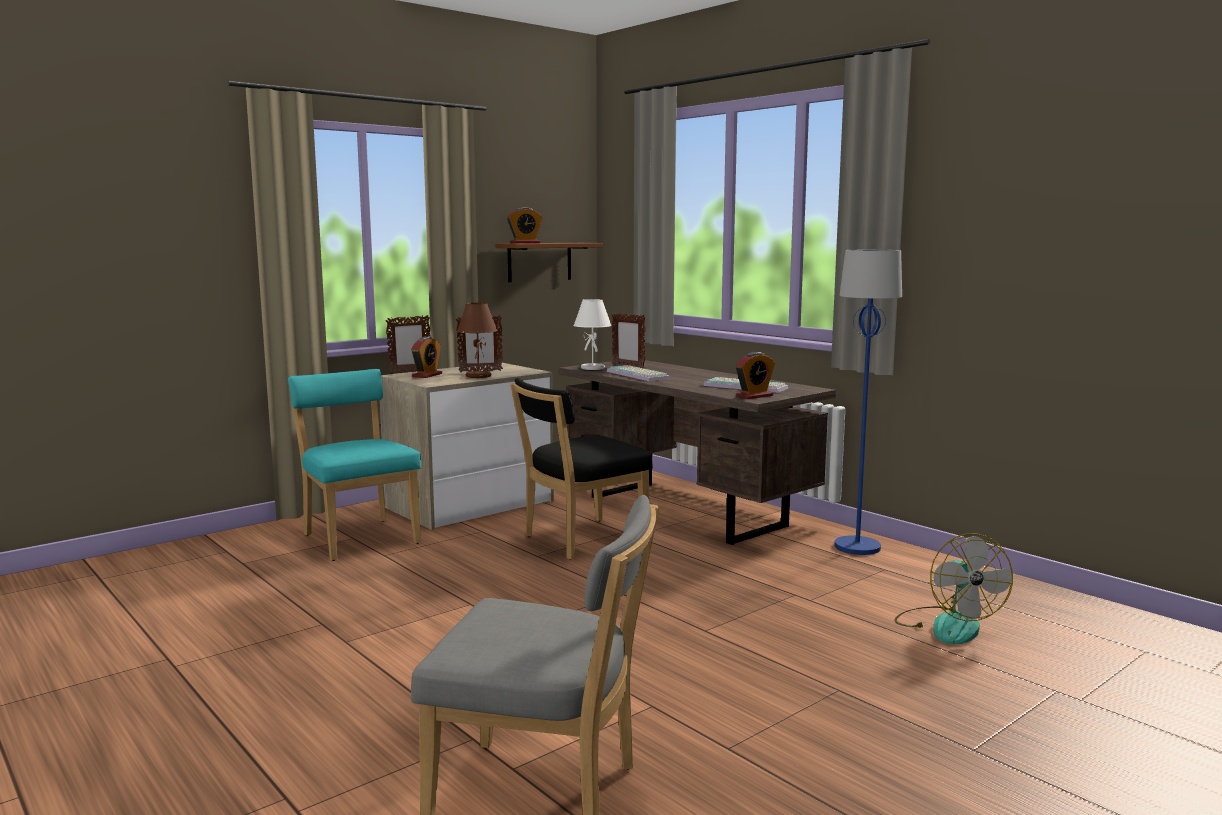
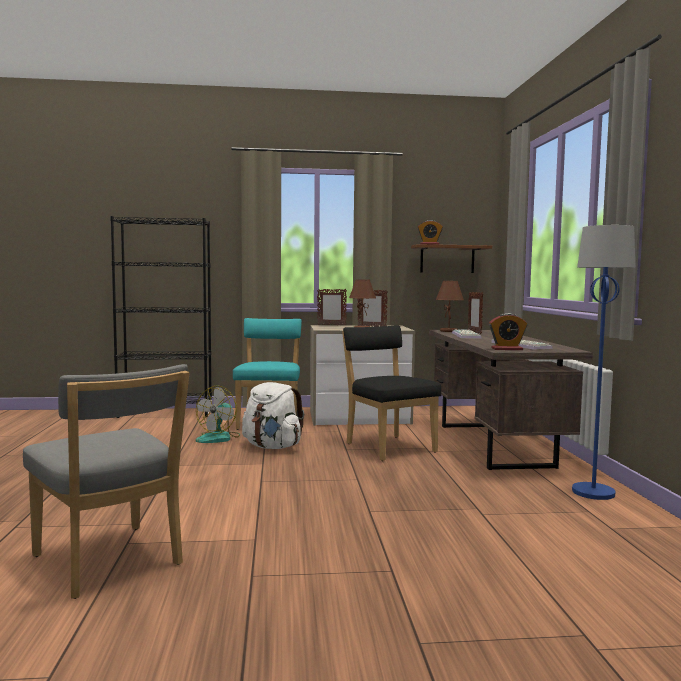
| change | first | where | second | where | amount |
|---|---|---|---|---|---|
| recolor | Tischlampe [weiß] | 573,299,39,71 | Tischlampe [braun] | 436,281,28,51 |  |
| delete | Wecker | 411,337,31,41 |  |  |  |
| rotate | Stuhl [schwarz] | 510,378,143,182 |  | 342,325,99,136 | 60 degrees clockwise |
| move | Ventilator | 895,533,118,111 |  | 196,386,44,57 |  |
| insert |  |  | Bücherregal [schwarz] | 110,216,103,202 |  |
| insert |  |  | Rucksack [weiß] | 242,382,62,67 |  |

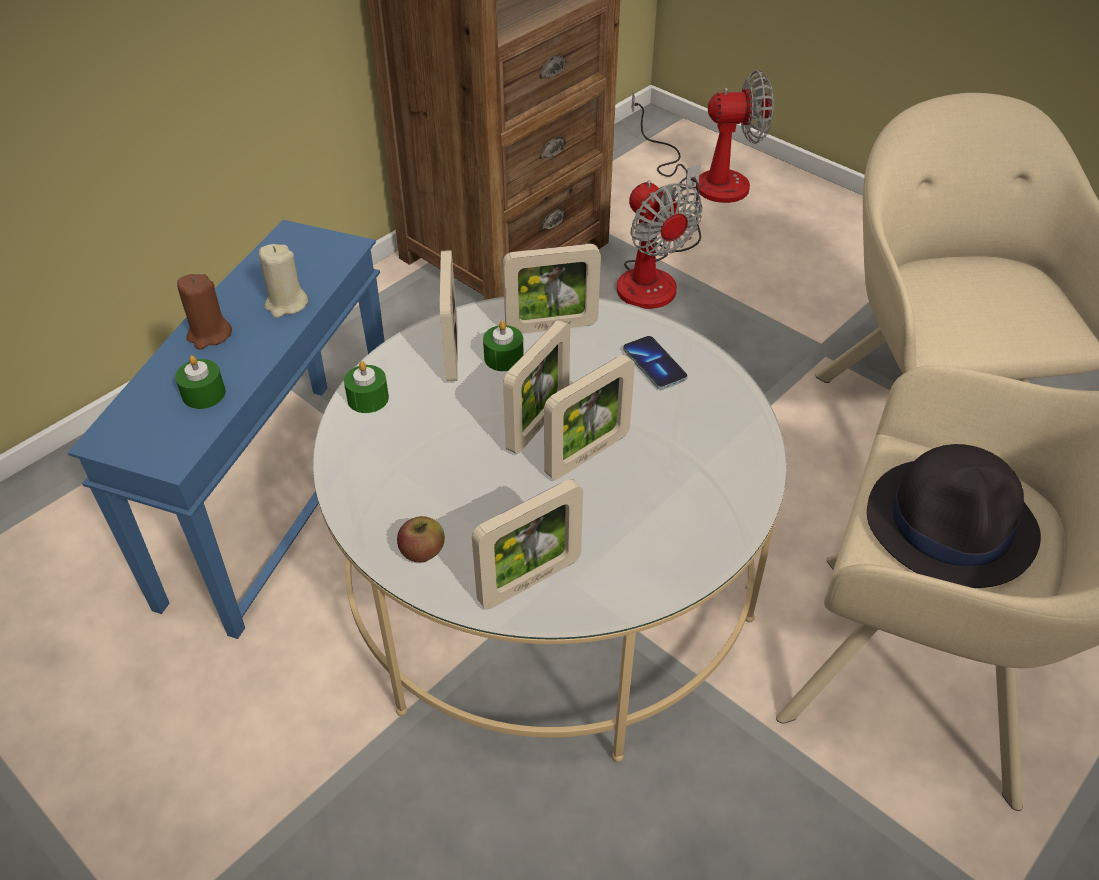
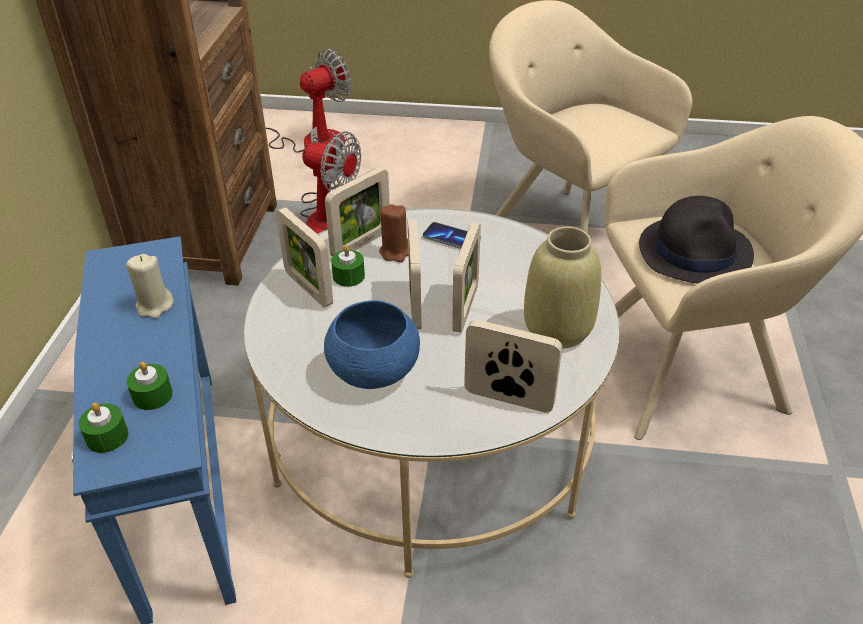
| change | first | where | second | where | amount |
|---|---|---|---|---|---|
| move | Kerze [braun] | 177,274,55,75 |  | 379,204,29,58 |  |
| move | Kerze [grün] | 344,361,45,52 |  | 79,403,49,50 |  |
| rotate | Bilderrahmen | 472,479,111,130 |  | 464,320,98,93 | 90 degrees counterclockwise |
| delete | Apfel | 397,516,48,47 |  |  |  |
| insert |  |  | Vase [beige] | 524,227,77,122 |  |
| insert |  |  | Schüssel [blau] | 324,300,96,89 |  |

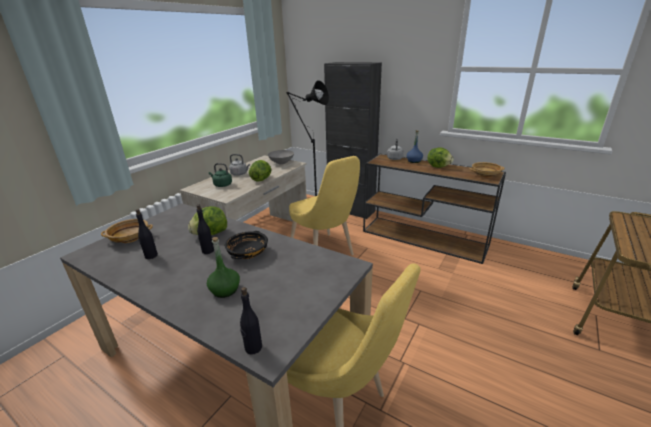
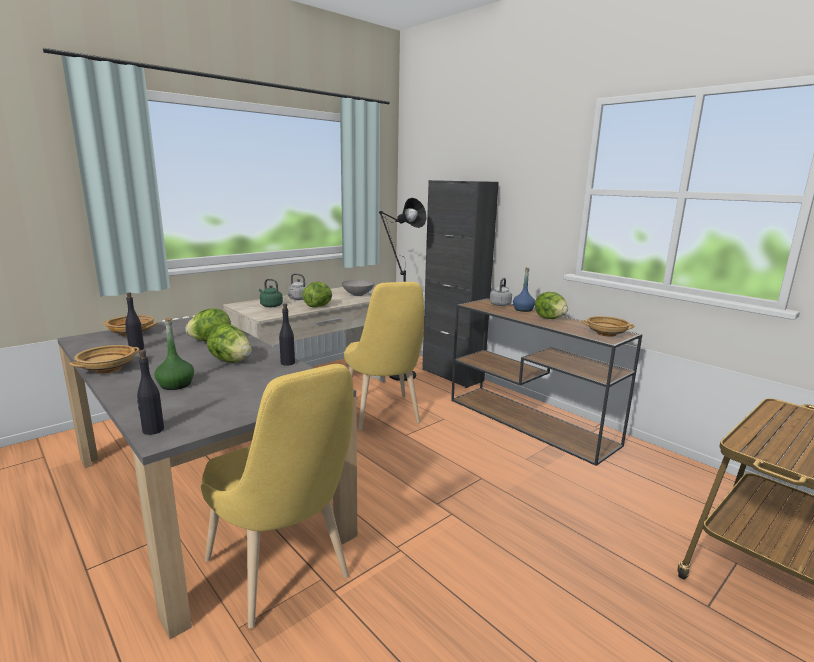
| change | first | where | second | where | amount |
|---|---|---|---|---|---|
| move | Flasche [schwarz] | 197,205,17,49 |  | 279,303,16,63 |  |
| replace | Schüssel [schwarz] | 225,231,43,28 | Salatkopf | 207,324,45,39 |  |
| insert |  |  | Schüssel [beige] | 69,345,70,29 |  |

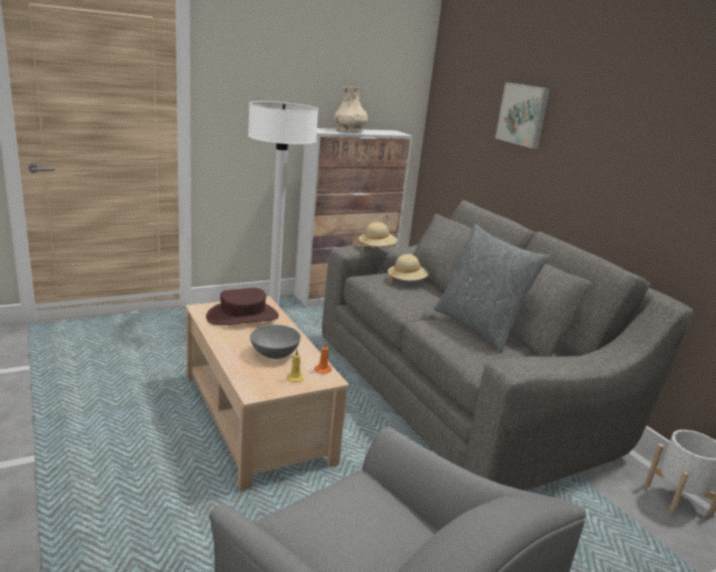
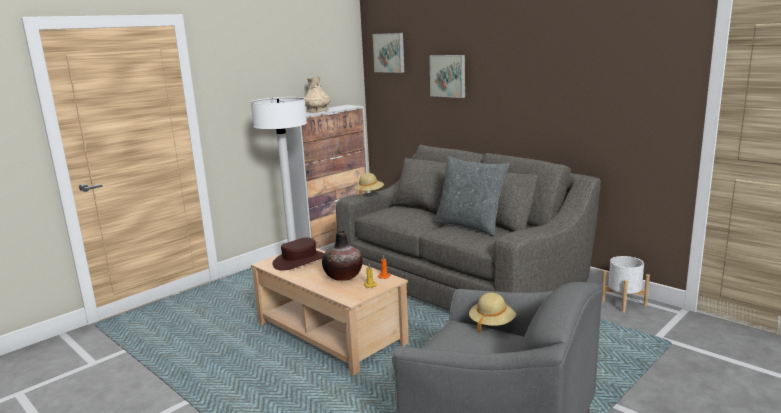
| change | first | where | second | where | amount |
|---|---|---|---|---|---|
| move | Hut [beige] | 388,254,41,29 |  | 469,293,47,40 |  |
| replace | Schüssel [grau] | 250,325,51,34 | Vase | 322,231,41,50 |  |
| insert |  |  | Bild | 372,33,32,40 |  |

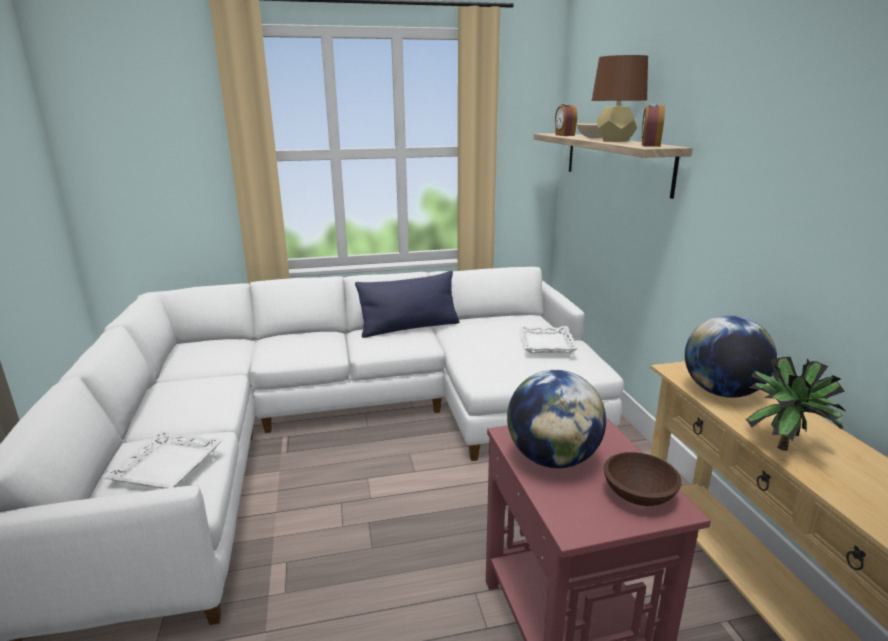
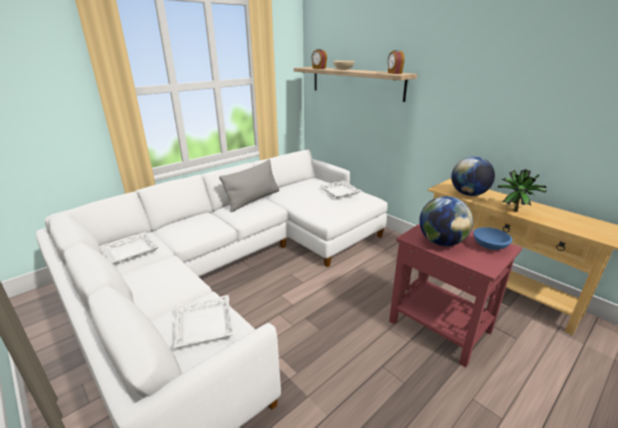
| change | first | where | second | where | amount |
|---|---|---|---|---|---|
| delete | Tischlampe [braun] | 592,55,56,87 |  |  |  |
| recolor | Kissen [blau] | 355,271,105,67 | Kissen [grau] | 219,159,61,53 |  |
| recolor | Schüssel [braun] | 604,452,78,54 | Schüssel [blau] | 473,227,39,23 |  |
| insert |  |  | Tablett [weiß] | 101,232,58,32 |  |

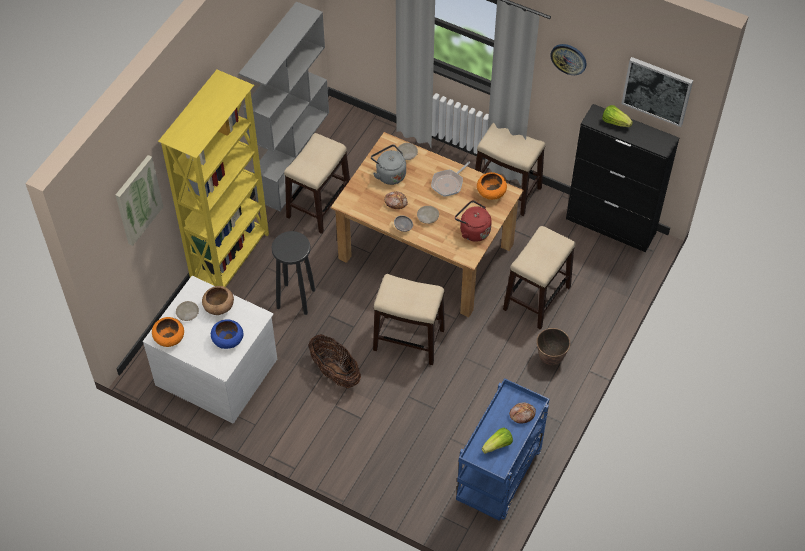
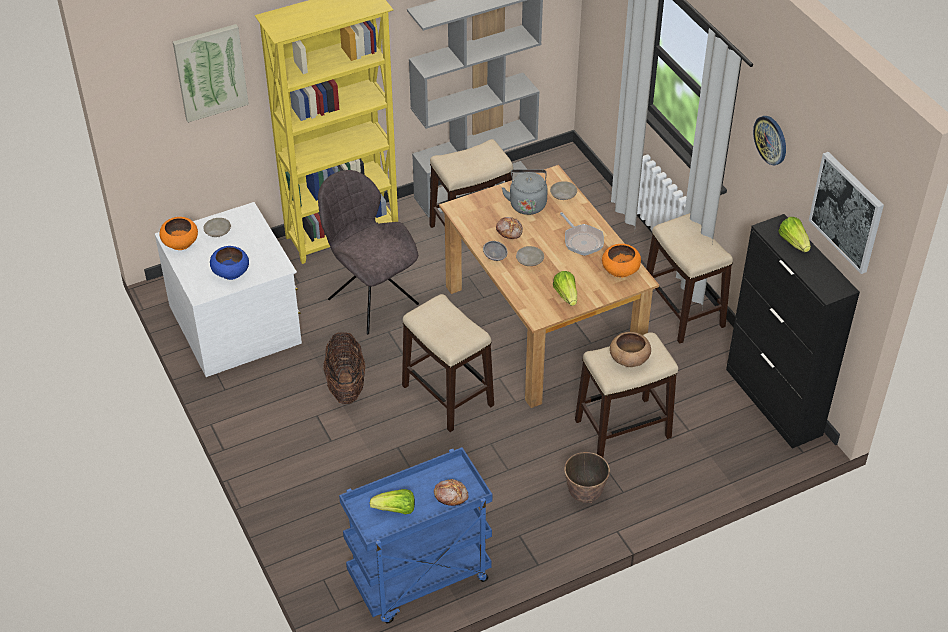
| change | first | where | second | where | amount |
|---|---|---|---|---|---|
| rotate | Pfanne | 431,162,39,35 |  | 560,212,44,44 | 105 degrees counterclockwise |
| replace | Wasserkessel [rot] | 455,200,37,42 | Salatkopf | 553,271,24,35 |  |
| replace | Hocker [schwarz] | 272,231,43,84 | Stuhl [grau] | 318,170,101,165 |  |
| move | Schüssel [braun] | 202,286,32,29 |  | 610,332,41,35 |  |

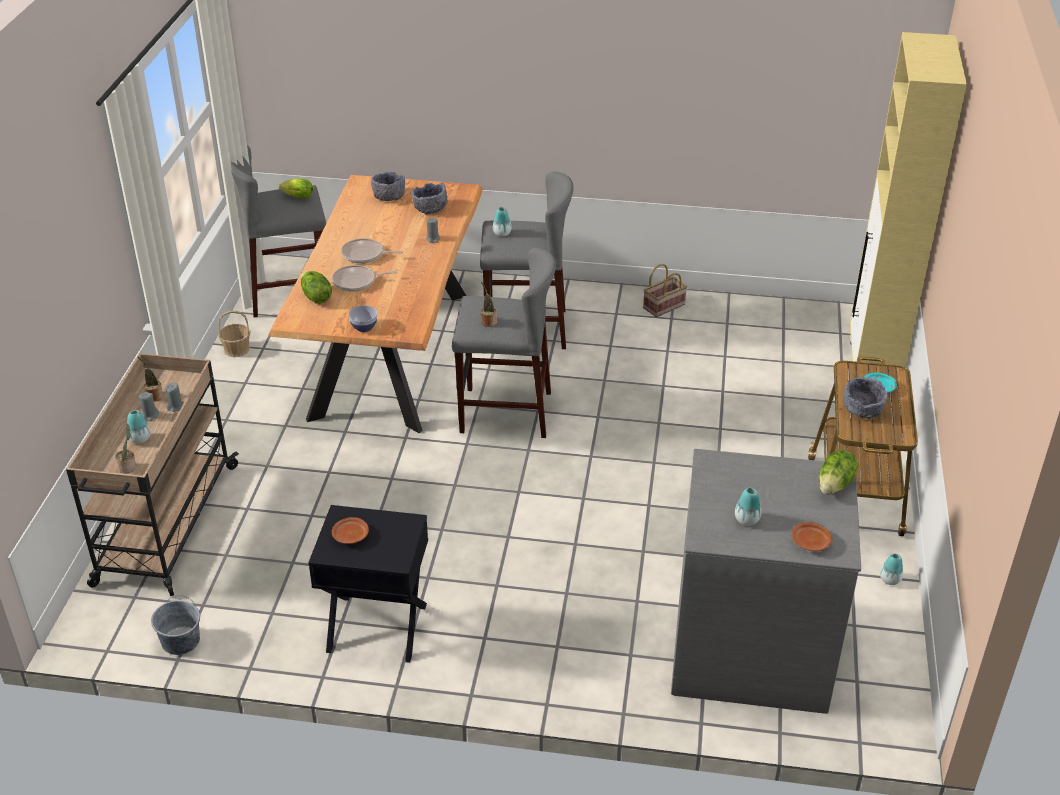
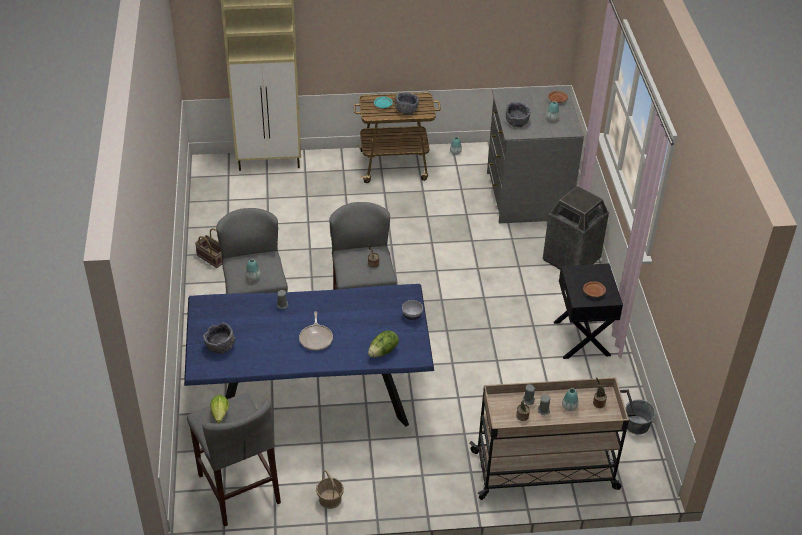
| change | first | where | second | where | amount |
|---|---|---|---|---|---|
| recolor | Esstisch [braun] | 268,175,215,258 | Esstisch [blau] | 184,284,250,143 |  |
| move | Schüssel [grau] | 412,183,36,32 |  | 506,102,24,25 |  |
| delete | Pfanne | 332,265,65,27 |  |  |  |
| delete | Salatkopf | 819,450,40,44 |  |  |  |
| insert |  |  | Mülleimer | 543,186,66,84 |  |

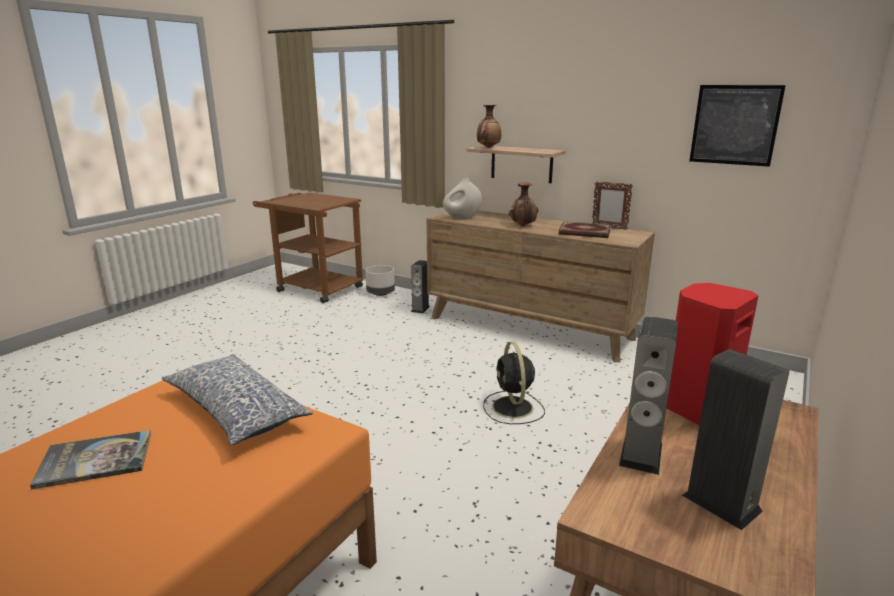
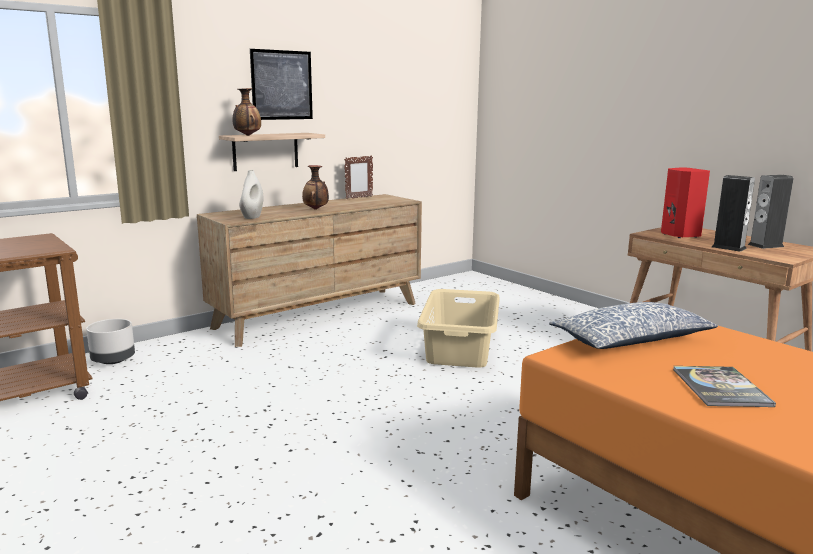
| change | first | where | second | where | amount |
|---|---|---|---|---|---|
| move | Bild | 689,85,97,82 |  | 250,49,63,71 |  |
| delete | Buch | 559,221,52,17 |  |  |  |
| delete | Lautsprecher | 411,260,19,53 |  |  |  |
| replace | Ventilator [schwarz] | 483,342,62,82 | Wäschekorb [beige] | 417,289,83,79 |  |

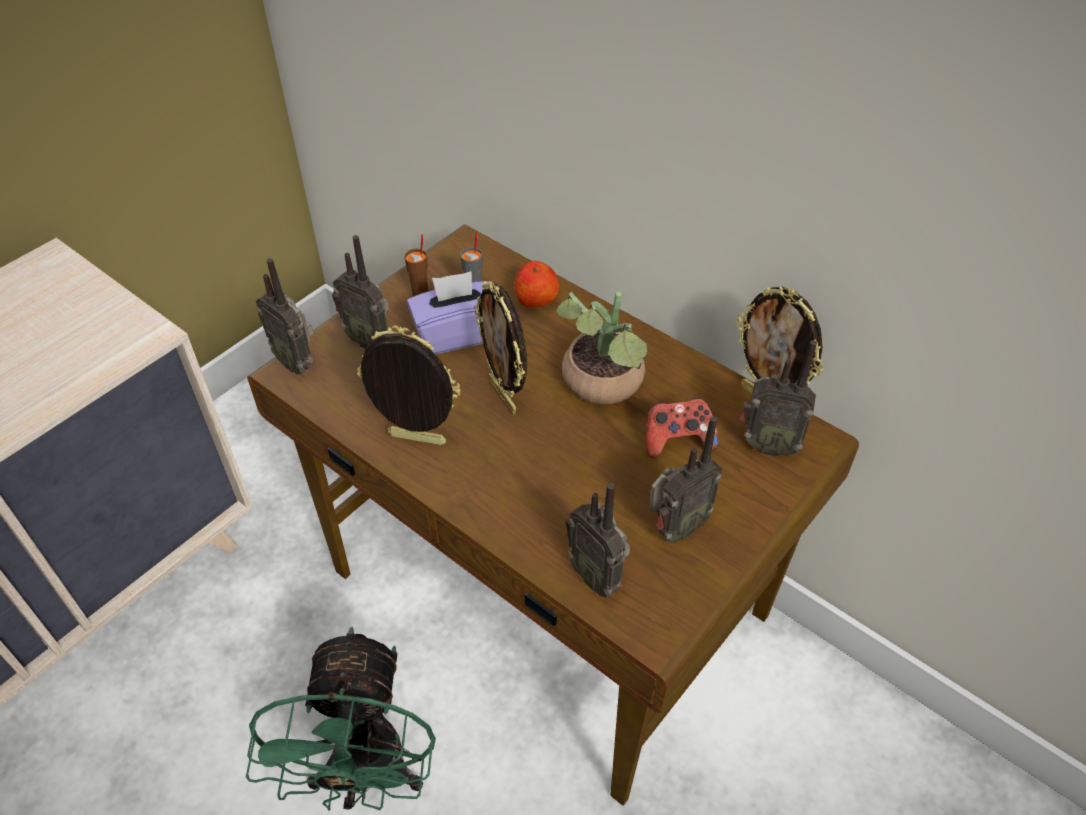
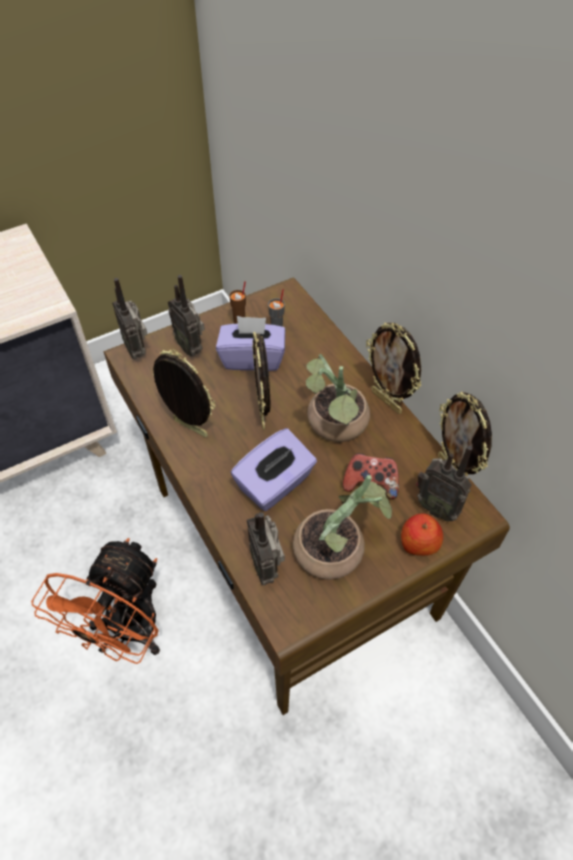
| change | first | where | second | where | amount |
|---|---|---|---|---|---|
| move | Apfel | 514,261,45,47 |  | 401,513,42,43 |  |
| replace | Radio | 649,416,73,127 | Topfpflanze | 293,475,99,105 |  |
| recolor | Ventilator [grün] | 246,627,190,184 | Ventilator [orange] | 31,538,129,126 |  |
| insert |  |  | Bilderrahmen | 366,322,55,92 |  |
| insert |  |  | Taschentuchbox [lila] | 231,428,86,83 |  |

